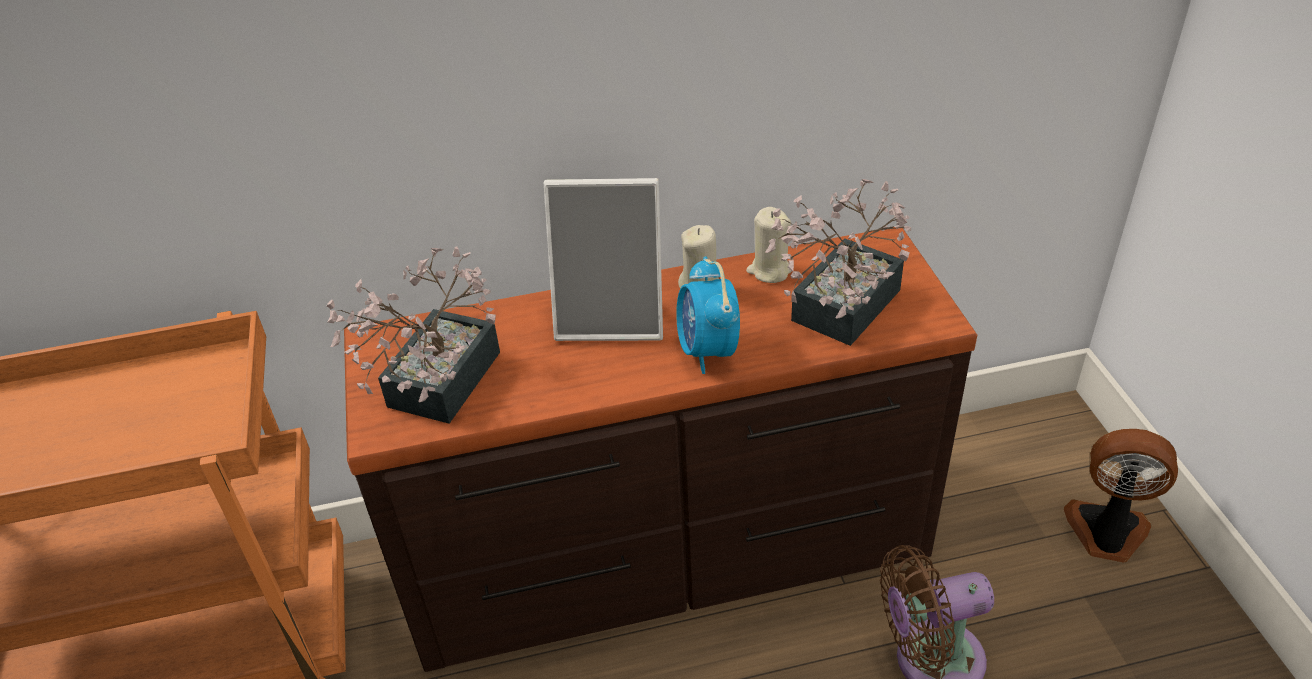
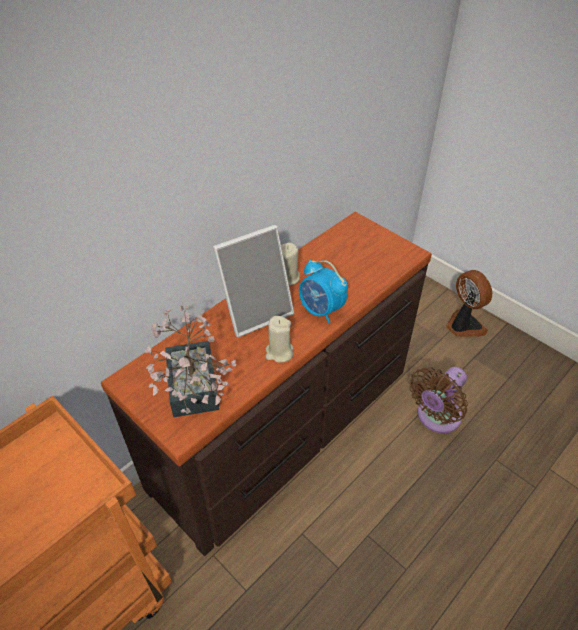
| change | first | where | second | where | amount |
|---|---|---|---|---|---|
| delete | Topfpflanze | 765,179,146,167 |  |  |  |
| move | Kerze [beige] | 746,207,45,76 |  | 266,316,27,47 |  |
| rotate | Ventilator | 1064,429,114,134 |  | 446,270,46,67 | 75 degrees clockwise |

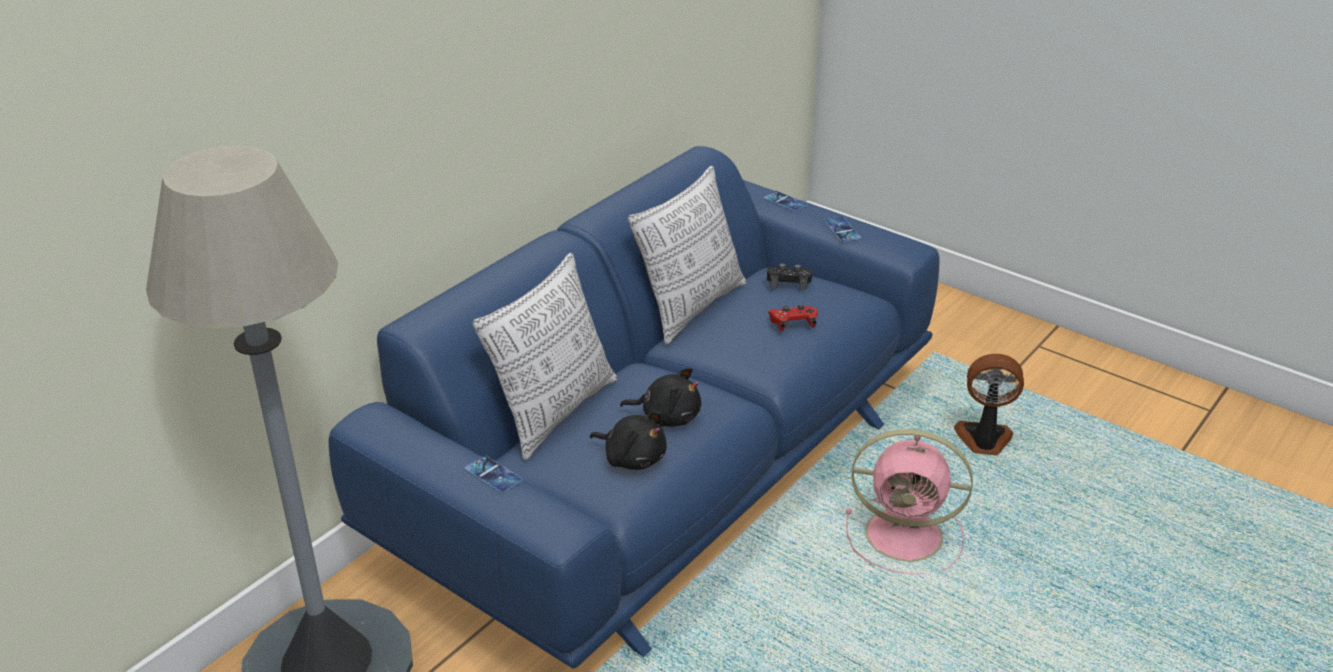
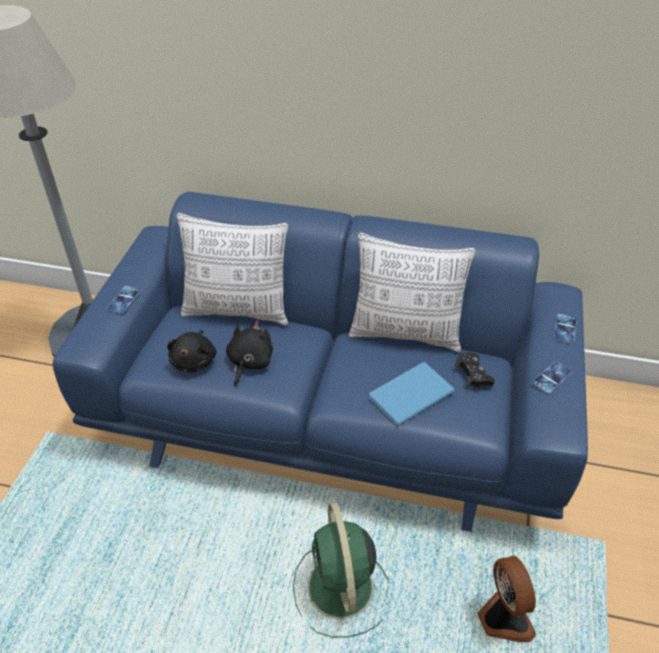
| change | first | where | second | where | amount |
|---|---|---|---|---|---|
| replace | Gamepad [rot] | 768,304,50,27 | Buch [blau] | 369,362,86,64 |  |
| rotate | Plüschtier [schwarz] | 620,367,81,60 |  | 226,320,47,66 | 150 degrees counterclockwise |
| recolor | Ventilator [rosa] | 846,429,127,146 | Ventilator [grün] | 293,502,96,136 |  |

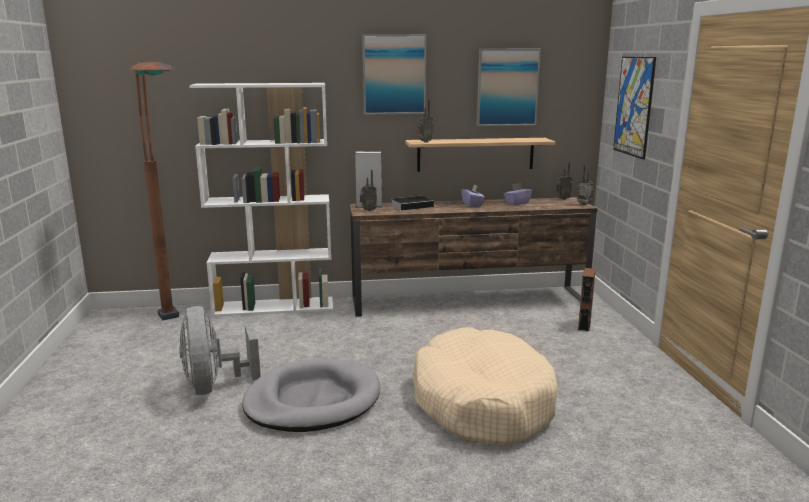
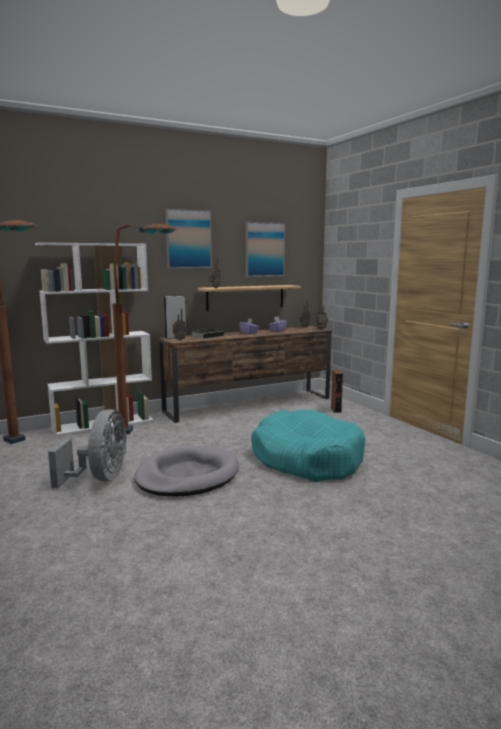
| change | first | where | second | where | amount |
|---|---|---|---|---|---|
| delete | Bild | 613,57,43,102 |  |  |  |
| rotate | Ventilator [grau] | 179,306,82,89 |  | 48,409,79,79 | 135 degrees counterclockwise |
| recolor | Hundebett [beige] | 413,327,145,119 | Hundebett [türkis] | 251,410,115,72 |  |
| insert |  |  | Stehlampe [braun] | 112,224,64,210 |  |

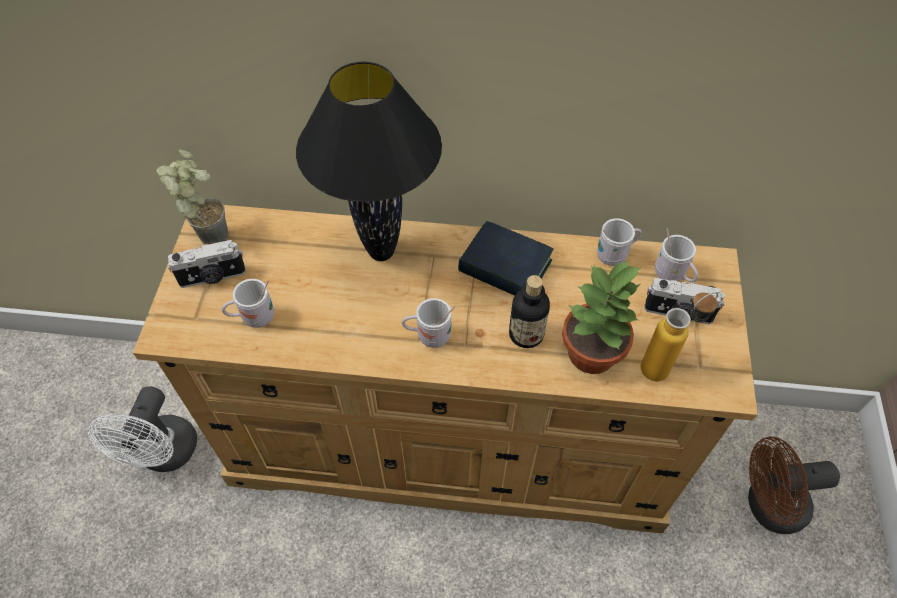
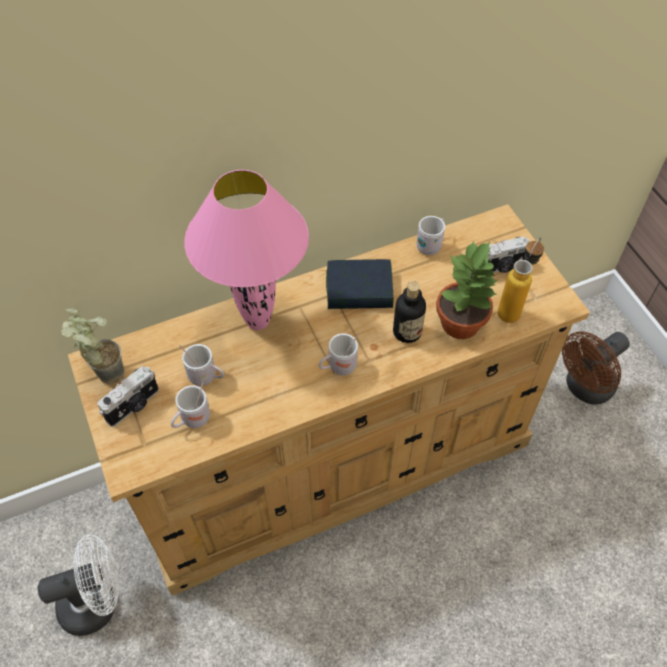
| change | first | where | second | where | amount |
|---|---|---|---|---|---|
| recolor | Tischlampe [schwarz] | 296,62,146,199 | Tischlampe [rosa] | 184,170,125,160 |  |
| move | Henkelbecher [weiß] | 655,228,43,54 |  | 179,344,45,42 |  |
| rotate | Ventilator [weiß] | 88,386,109,86 |  | 38,534,82,102 | 90 degrees counterclockwise |

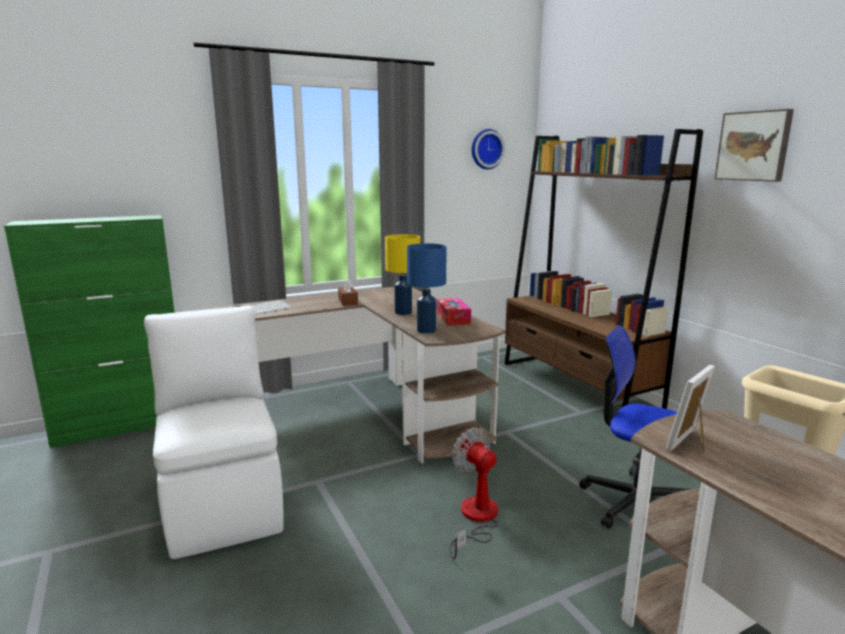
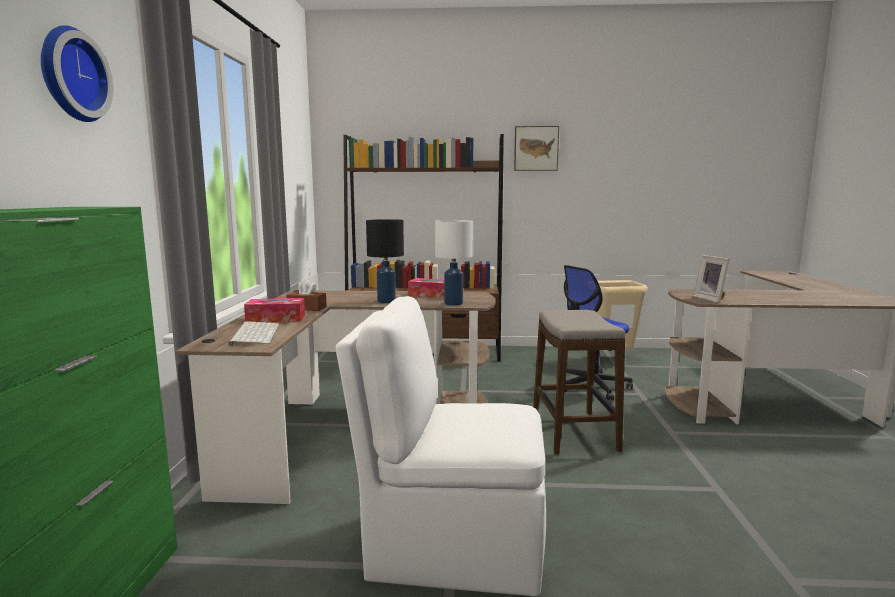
| change | first | where | second | where | amount |
|---|---|---|---|---|---|
| move | Wanduhr | 472,129,33,40 |  | 41,25,73,97 |  |
| recolor | Tischlampe [gelb] | 385,234,35,81 | Tischlampe [schwarz] | 366,219,38,84 |  |
| recolor | Tischlampe [blau] | 407,243,40,91 | Tischlampe [weiß] | 435,220,38,86 |  |
| replace | Ventilator | 449,428,49,131 | Hocker | 533,310,93,144 |  |
| insert |  |  | Taschentuchbox | 244,298,61,24 |  |

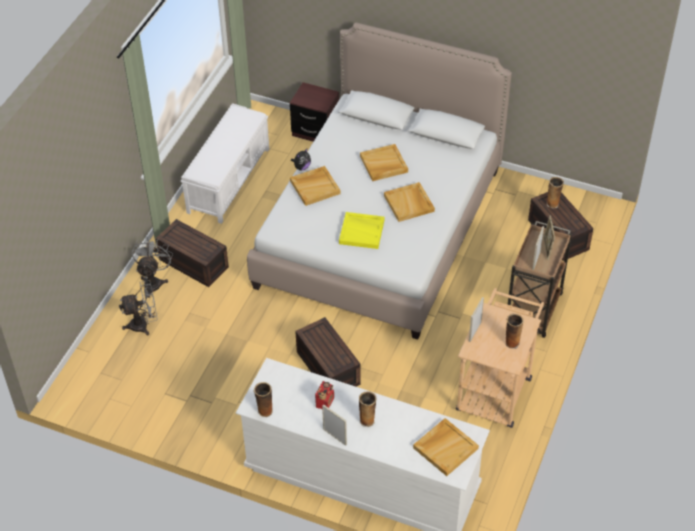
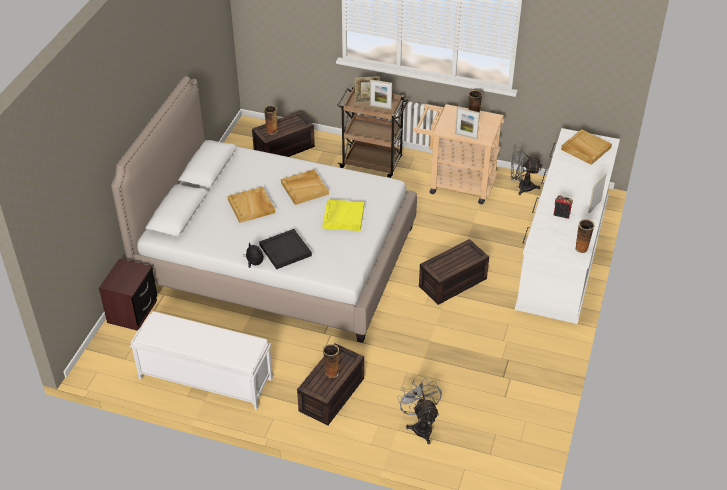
| change | first | where | second | where | amount |
|---|---|---|---|---|---|
| recolor | Tablett [beige] | 290,166,51,40 | Tablett [schwarz] | 259,229,53,40 |  |
| move | Ventilator [grau] | 132,237,41,61 |  | 511,146,31,49 |  |
| move | Vase | 359,391,17,36 |  | 323,344,16,34 |  |

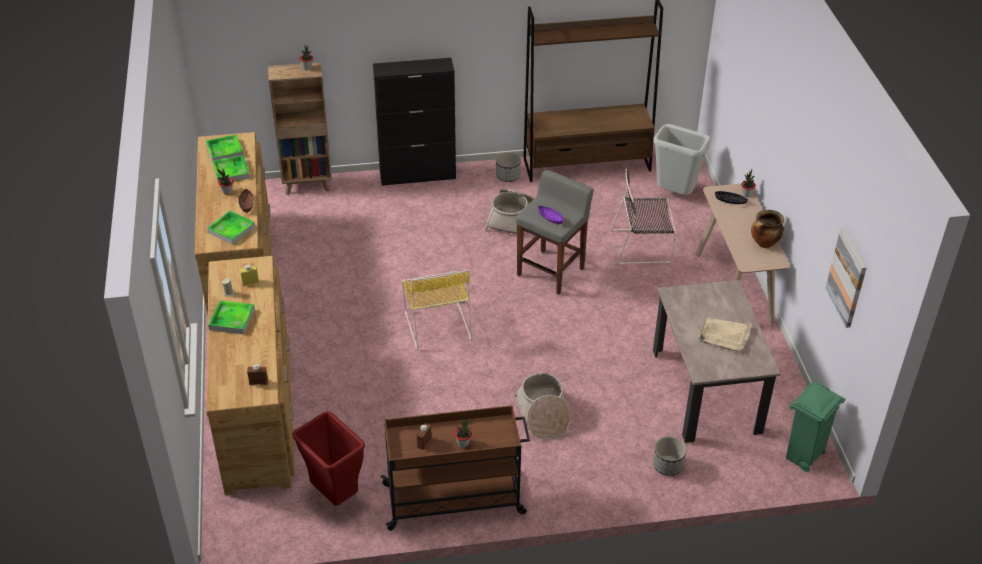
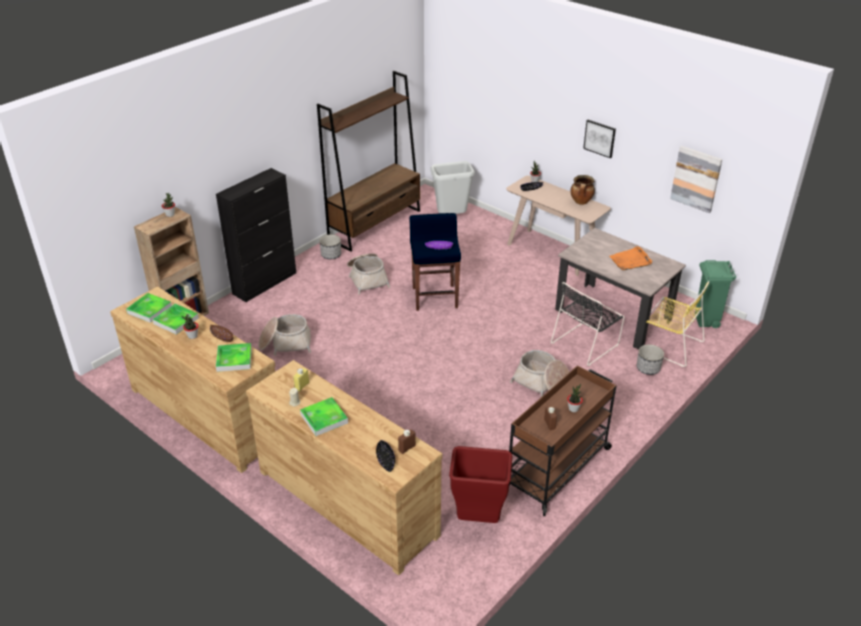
| change | first | where | second | where | amount |
|---|---|---|---|---|---|
| move | Stuhl [schwarz] | 611,168,65,96 |  | 551,282,73,84 |  |
| recolor | Hocker [grau] | 516,170,78,124 | Hocker [blau] | 409,213,52,98 |  |
| move | Stuhl [gelb] | 402,270,70,80 |  | 646,281,63,86 |  |
| recolor | Tablett [beige] | 698,318,54,33 | Tablett [orange] | 609,246,44,24 |  |
| insert |  |  | Bild | 583,120,33,38 |  |
| insert |  |  | Korb | 258,314,53,42 |  |
| insert |  |  | Schüssel [schwarz] | 376,440,19,32 |  |

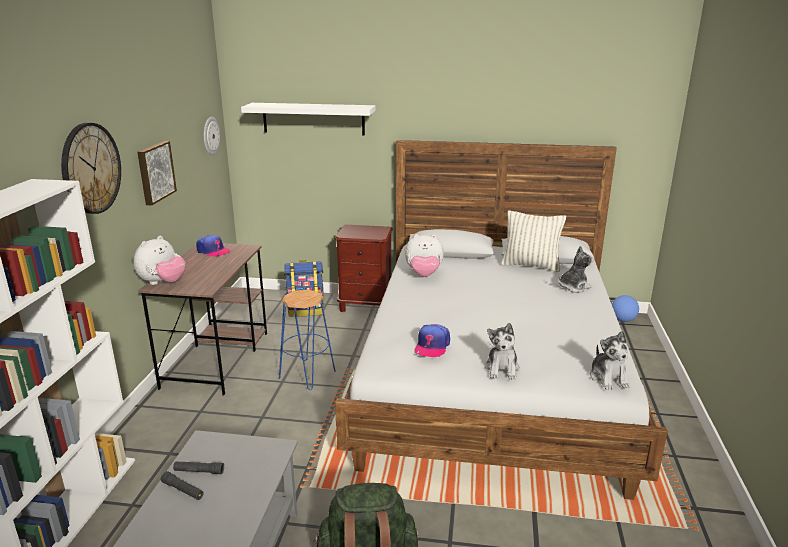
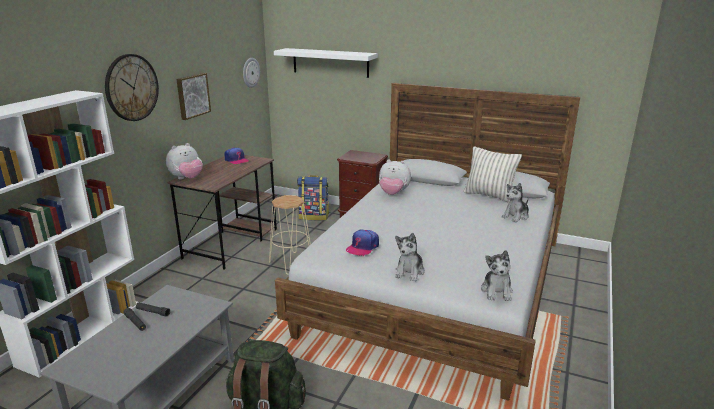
| change | first | where | second | where | amount |
|---|---|---|---|---|---|
| rotate | Plüschtier | 558,246,36,47 |  | 501,183,28,39 | 150 degrees clockwise |
| recolor | Hocker [blau] | 279,289,57,101 | Hocker [beige] | 269,195,42,80 |  |
| delete | Fußball | 612,295,27,27 |  |  |  |

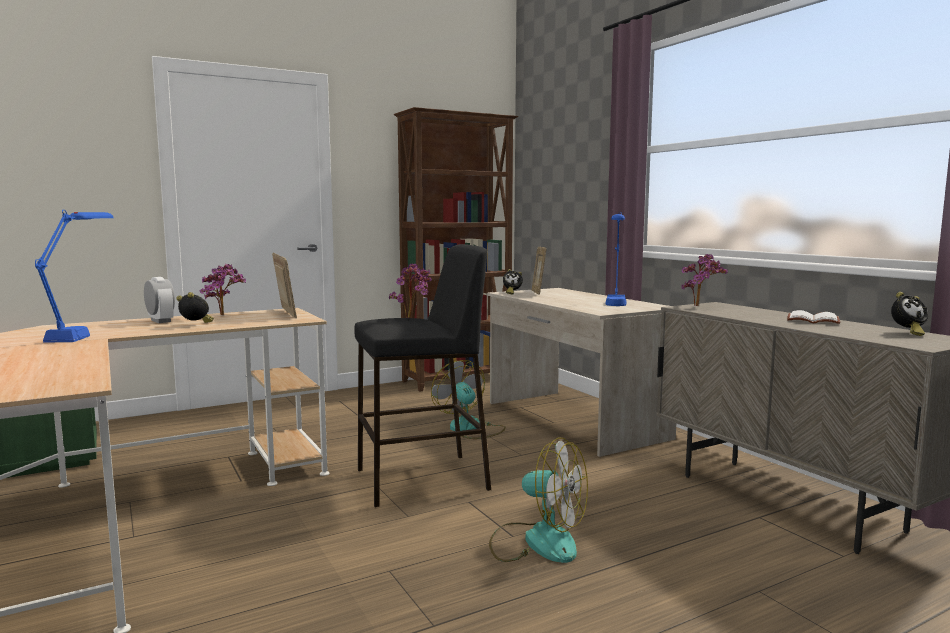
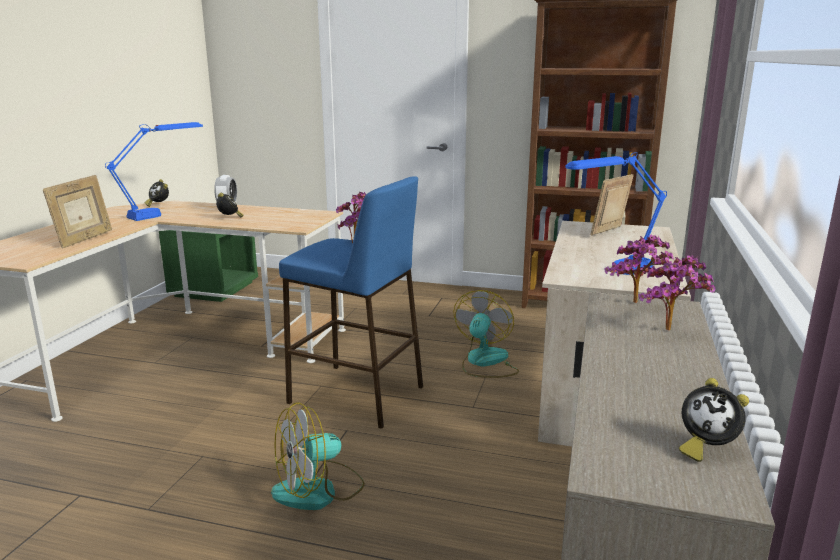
| change | first | where | second | where | amount |
|---|---|---|---|---|---|
| recolor | Hocker [schwarz] | 354,244,137,263 | Hocker [blau] | 279,176,144,253 |  |
| move | Bilderrahmen | 272,253,25,65 |  | 43,175,69,73 |  |
| move | Topfpflanze | 199,264,47,51 |  | 638,255,77,76 |  |
| move | Wecker | 503,269,20,26 |  | 144,179,25,28 |  |
| delete | Buch [weiß] | 787,310,53,14 |  |  |  |
| rotate | Ventilator | 489,438,99,125 |  | 271,402,94,108 | 75 degrees clockwise |

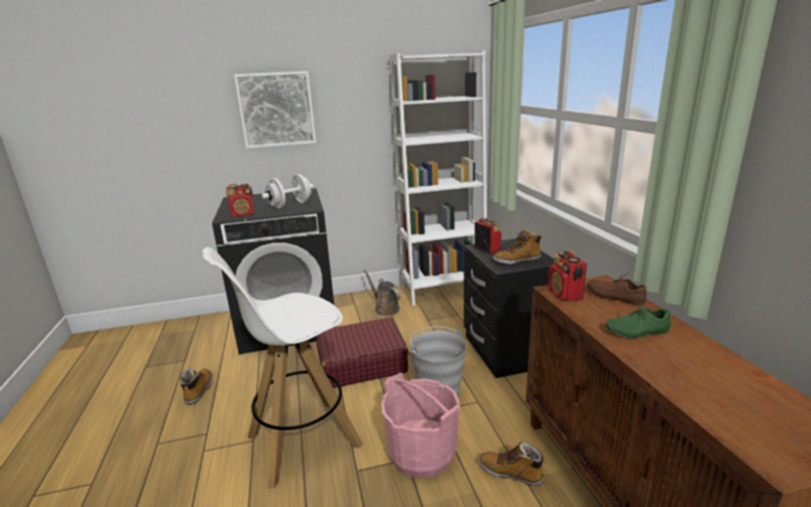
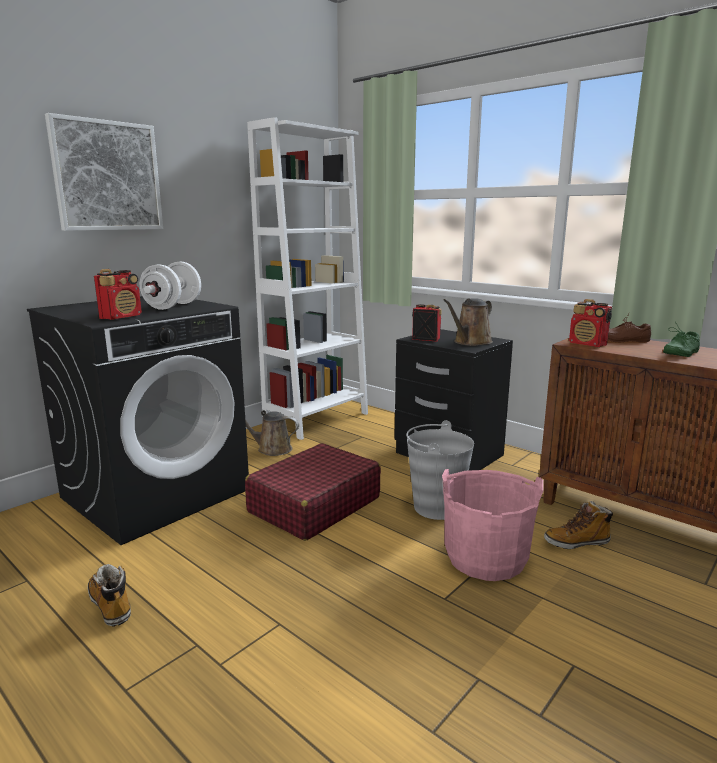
| change | first | where | second | where | amount |
|---|---|---|---|---|---|
| replace | Stiefel | 493,228,48,37 | Gießkanne [braun] | 443,298,50,48 |  |
| delete | Hocker [weiß] | 202,247,161,241 |  |  |  |

